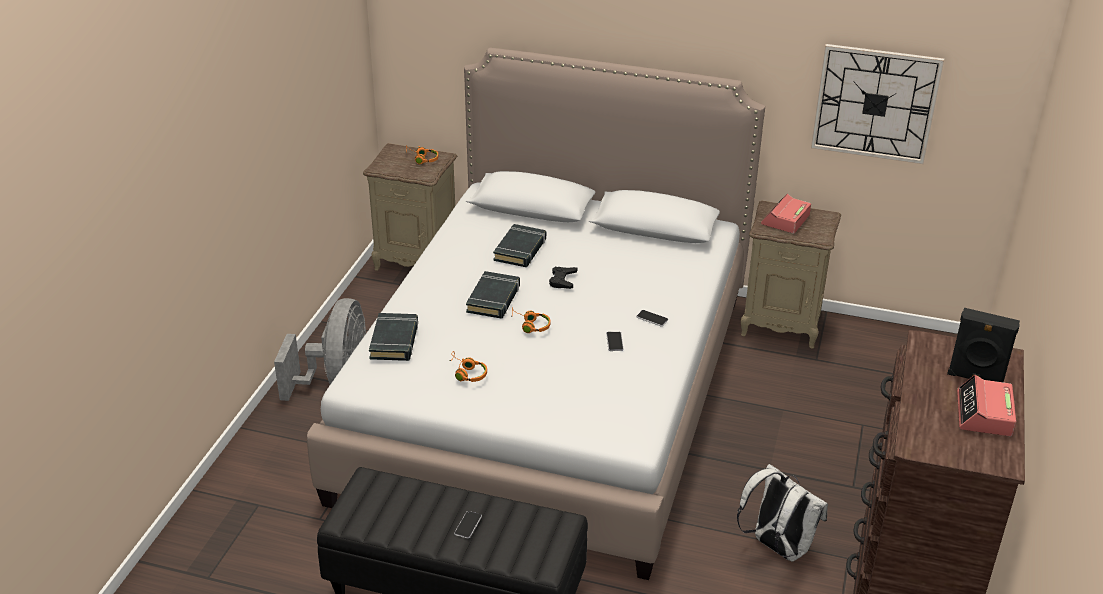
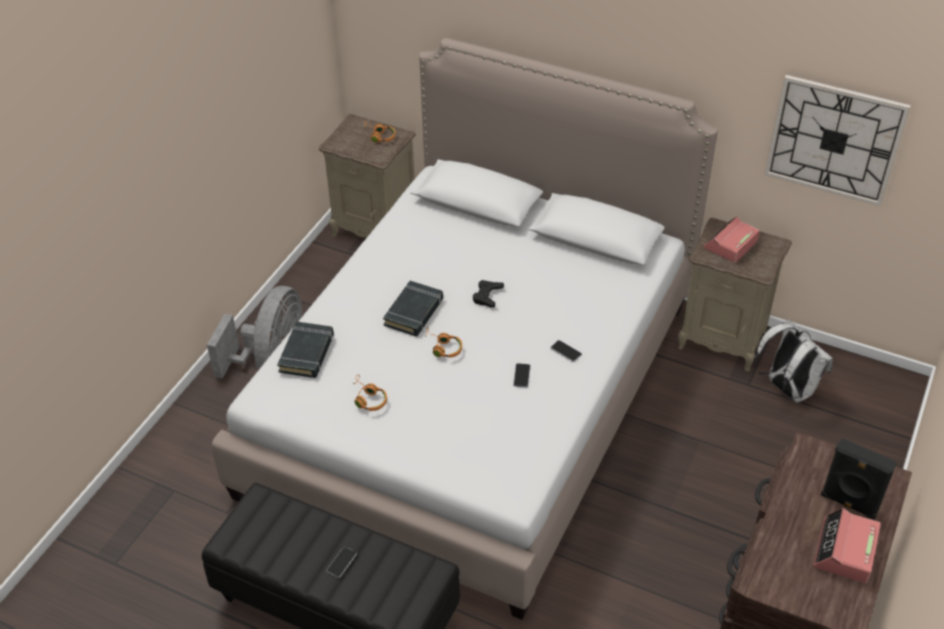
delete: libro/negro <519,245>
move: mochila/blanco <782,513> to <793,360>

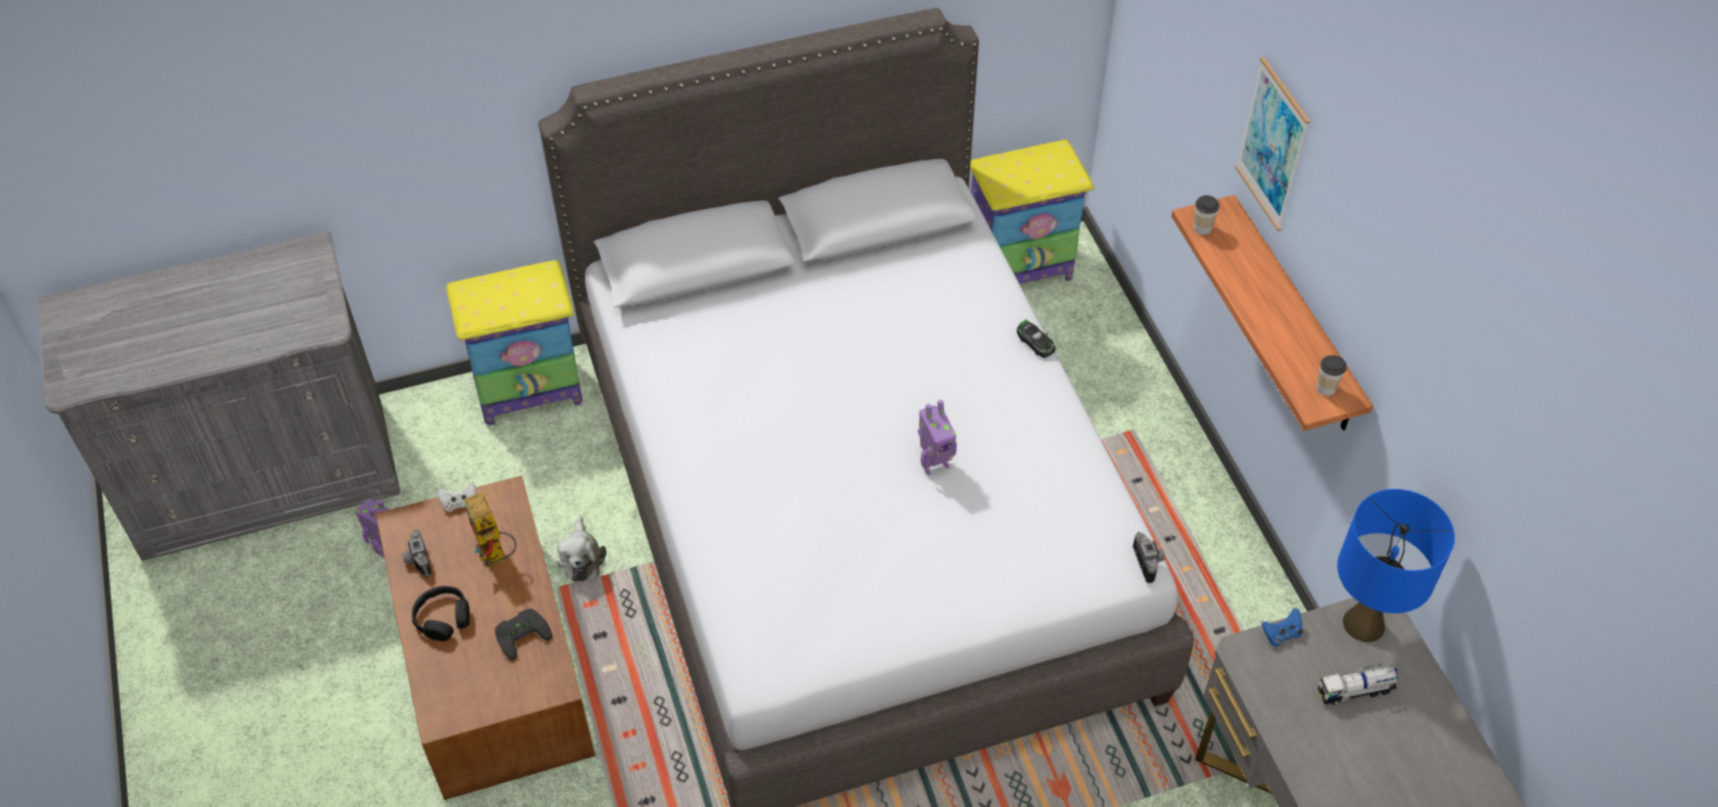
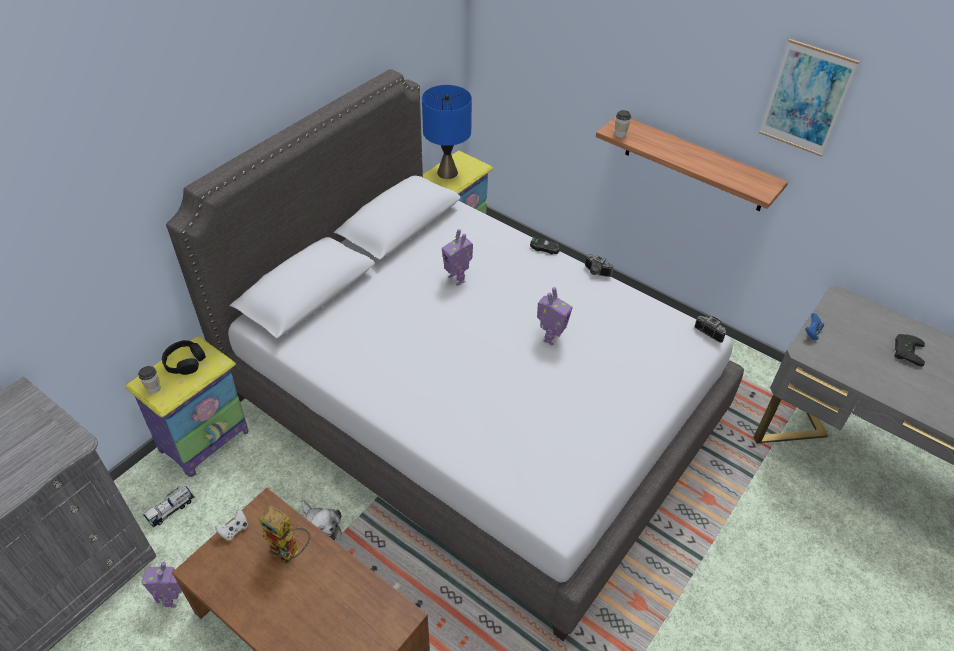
insert: robot de juguete <457,257>
move: taza <1331,375> to <149,380>; camión de juguete <1358,684> to <169,507>; auriculares/negro <441,613> to <184,357>; lámpara de mesa/azul <1396,565> to <447,132>; cámara <417,553> to <599,265>; cuadro <1272,144> to <809,98>; mando de consola/negro <523,634> to <910,350>

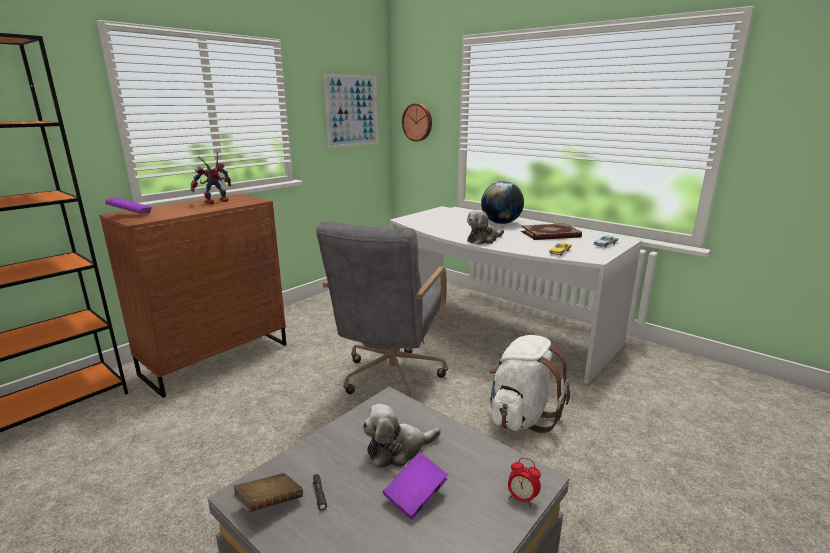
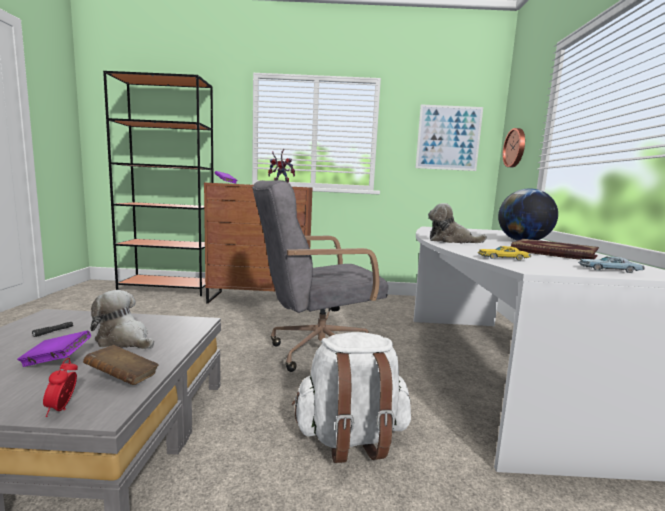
move: libro/marrón <268,492> to <121,365>

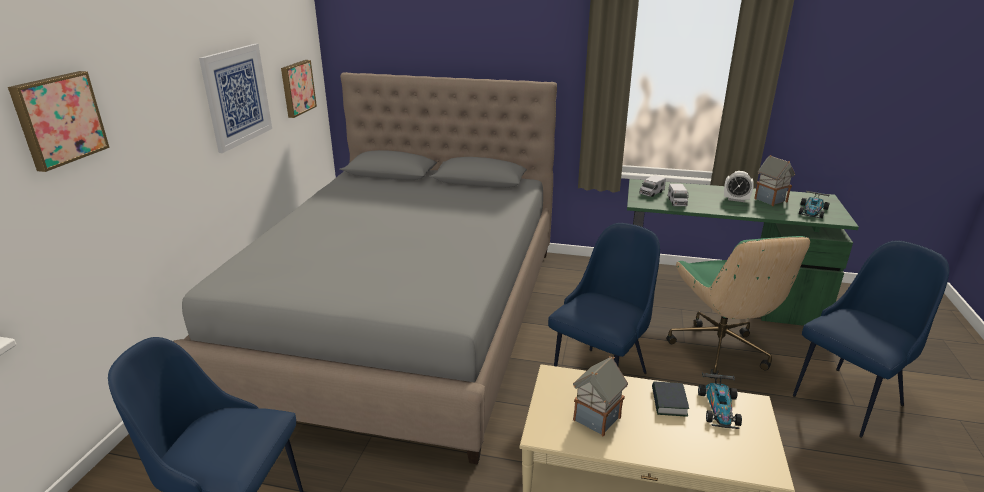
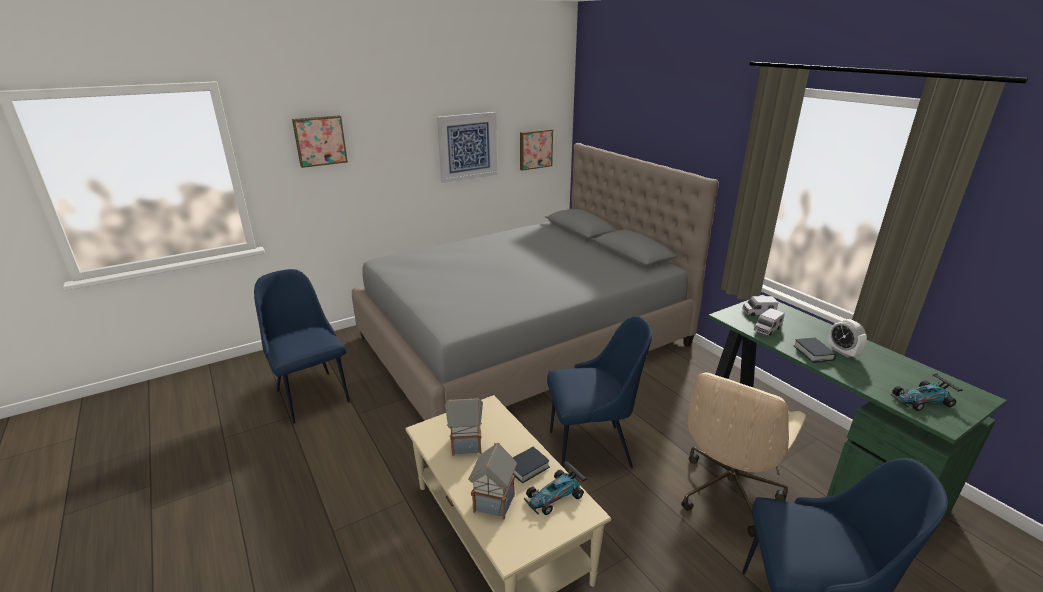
insert: libro <814,350>
move: casita <774,180> to <492,481>
recolor: silla de oficina/verde <738,308> to silla de oficina/beis <743,455>

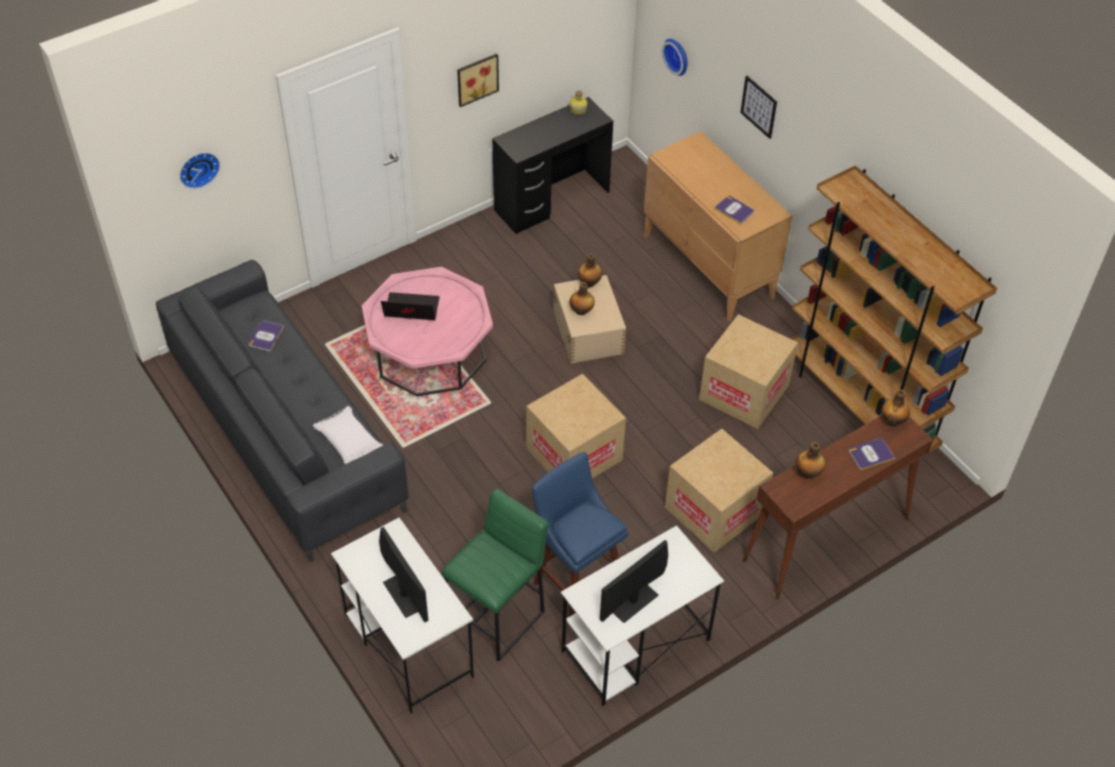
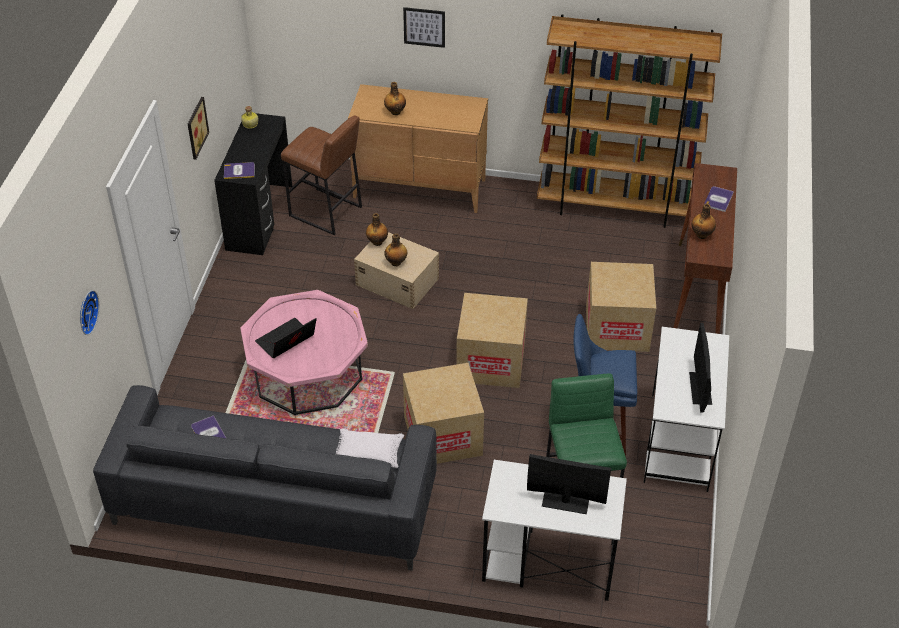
delete: reloj de pared <675,57>
insert: taburete/marrón <321,175>
move: libro <734,210> to <239,170>; botella <896,408> to <395,98>; caja de cartón <748,371> to <443,413>

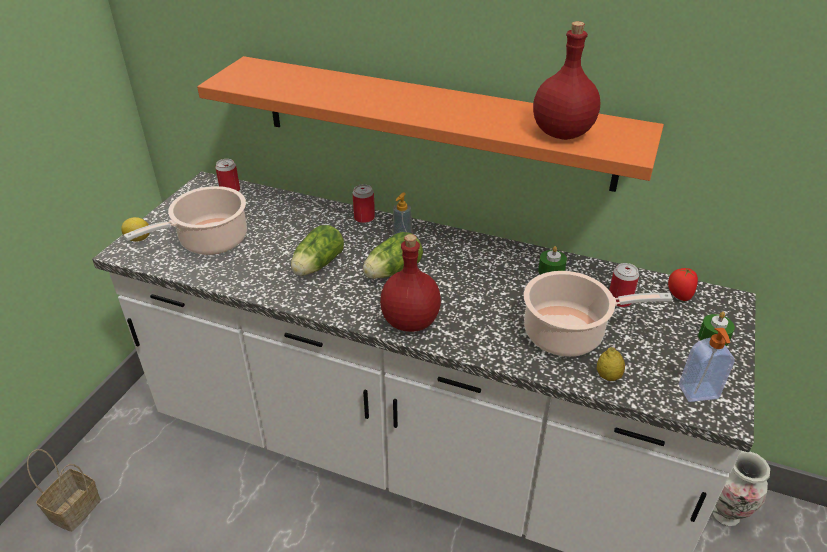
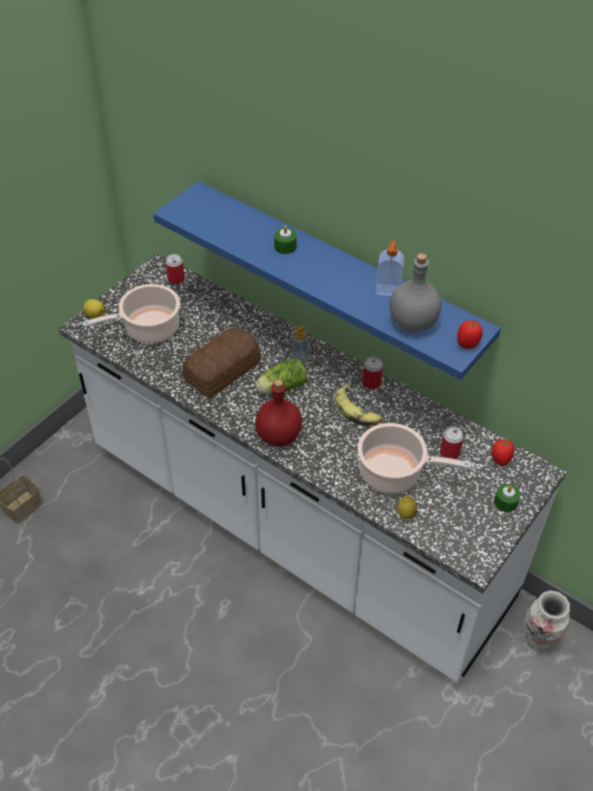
insert: plátano <358,404>; tomate <470,334>
move: vela/verde <552,260> to <285,239>; lata <364,203> to <373,373>; dispensador de jabón <707,365> to <389,268>
replace: lechuga <317,250> to pan <221,362>
recolor: estante/naranja <430,124> to estante/azul <327,280>; botella/rojo <566,80> to botella/gris <415,292>

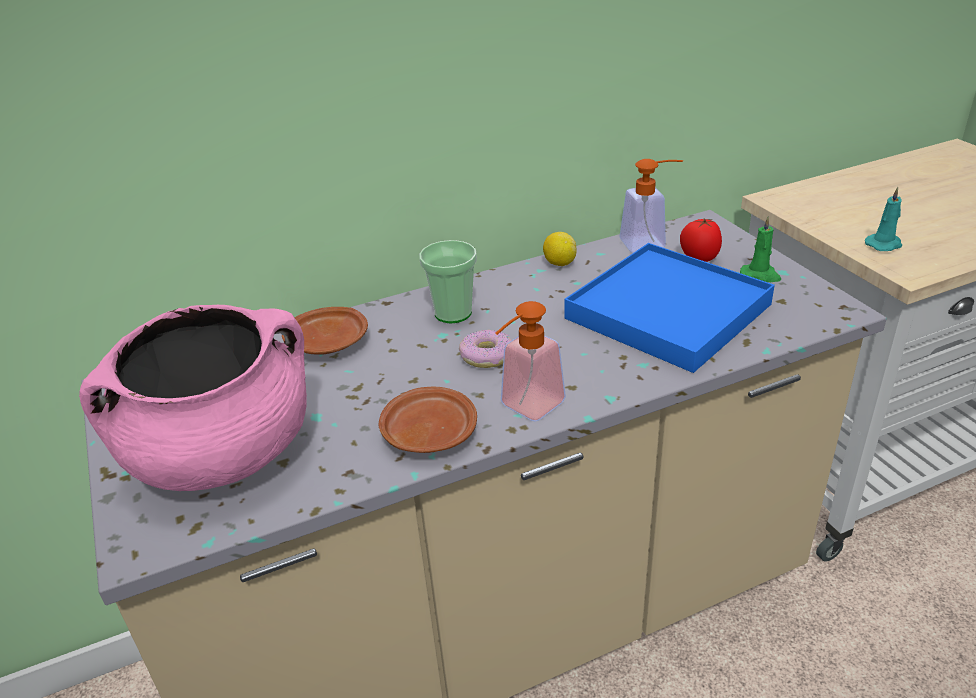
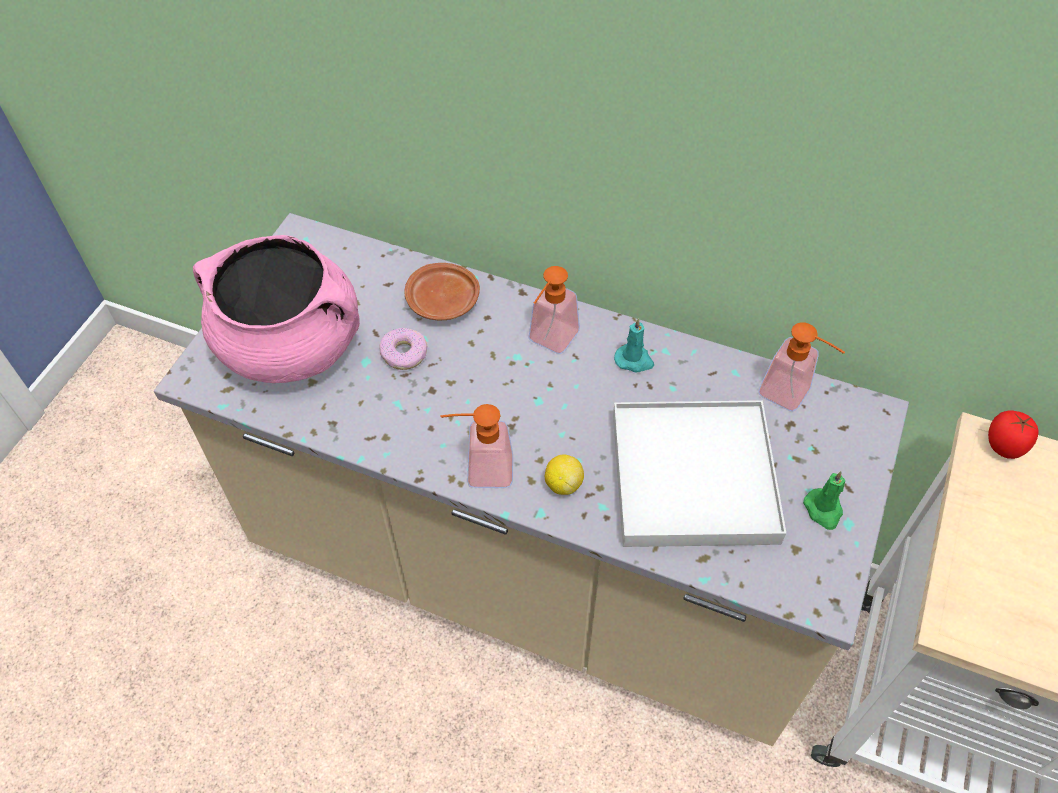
delete: plato/marrón <428,420>
move: rosquilla <485,349> to <403,349>; limón <559,249> to <564,475>; vela/turquesa <883,219> to <634,345>; tomate <701,240> to <1013,434>
replace: taza <448,282> to dispensador de jabón <554,310>
recolor: bandeja/azul <669,308> to bandeja/blanco <699,473>

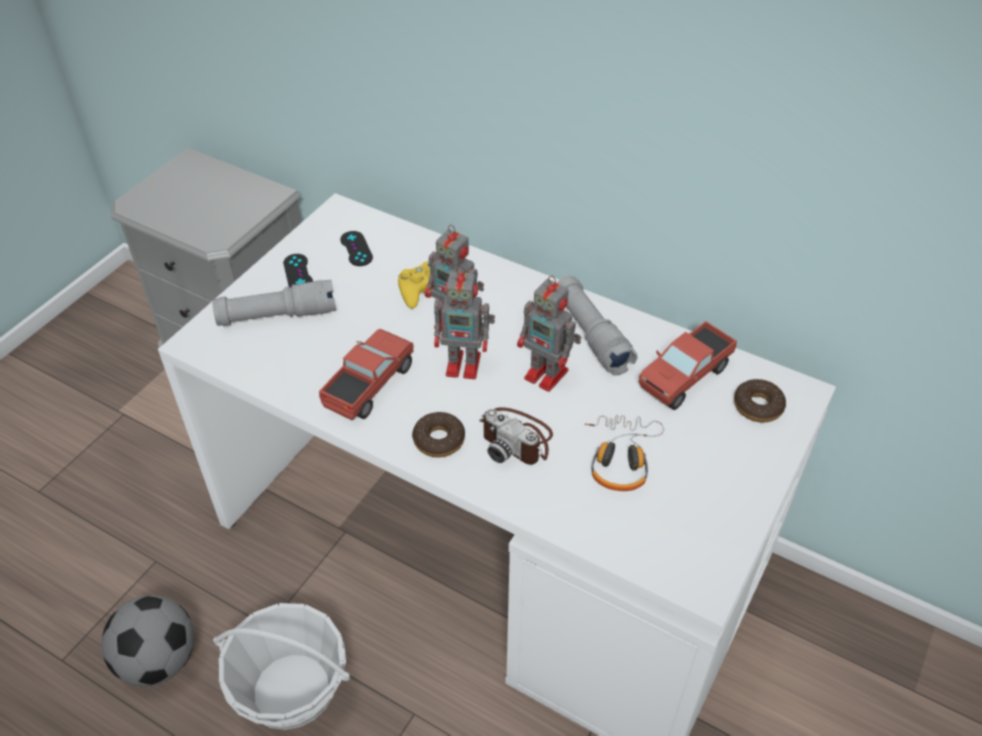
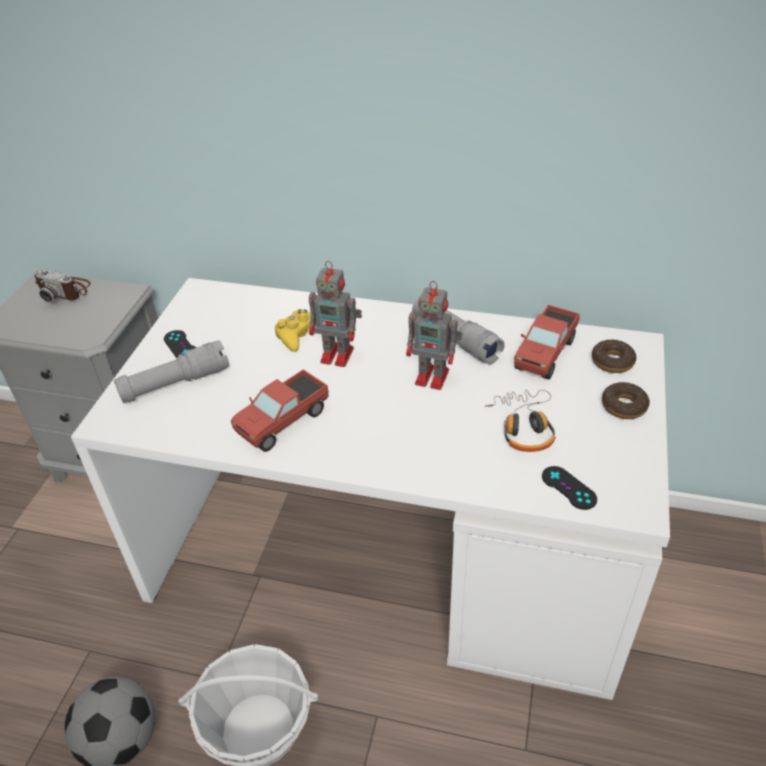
delete: robot de juguete <464,322>
move: cámara <516,436> to <63,286>; mando de consola/negro <356,248> to <569,488>; rosquilla <438,434> to <626,400>
rotate: camión de juguete <366,374> = <280,410> 150 degrees counterclockwise

